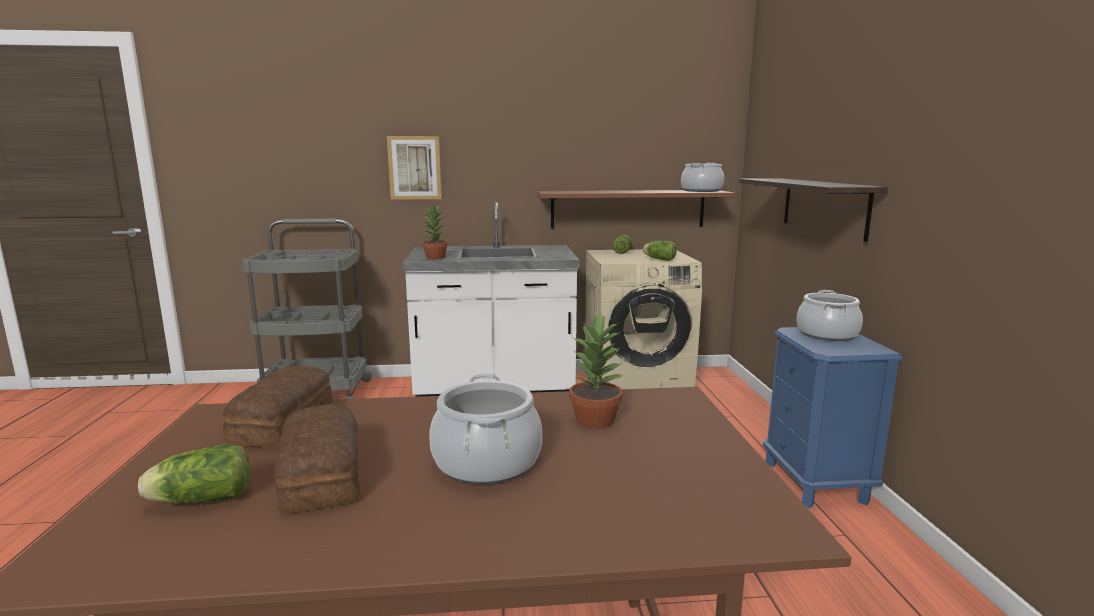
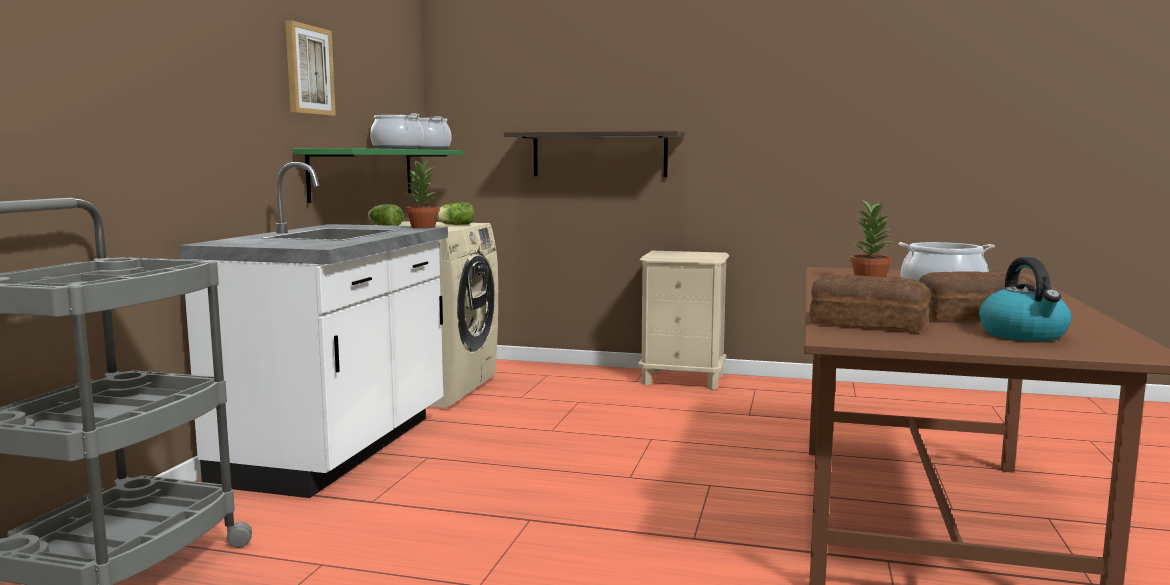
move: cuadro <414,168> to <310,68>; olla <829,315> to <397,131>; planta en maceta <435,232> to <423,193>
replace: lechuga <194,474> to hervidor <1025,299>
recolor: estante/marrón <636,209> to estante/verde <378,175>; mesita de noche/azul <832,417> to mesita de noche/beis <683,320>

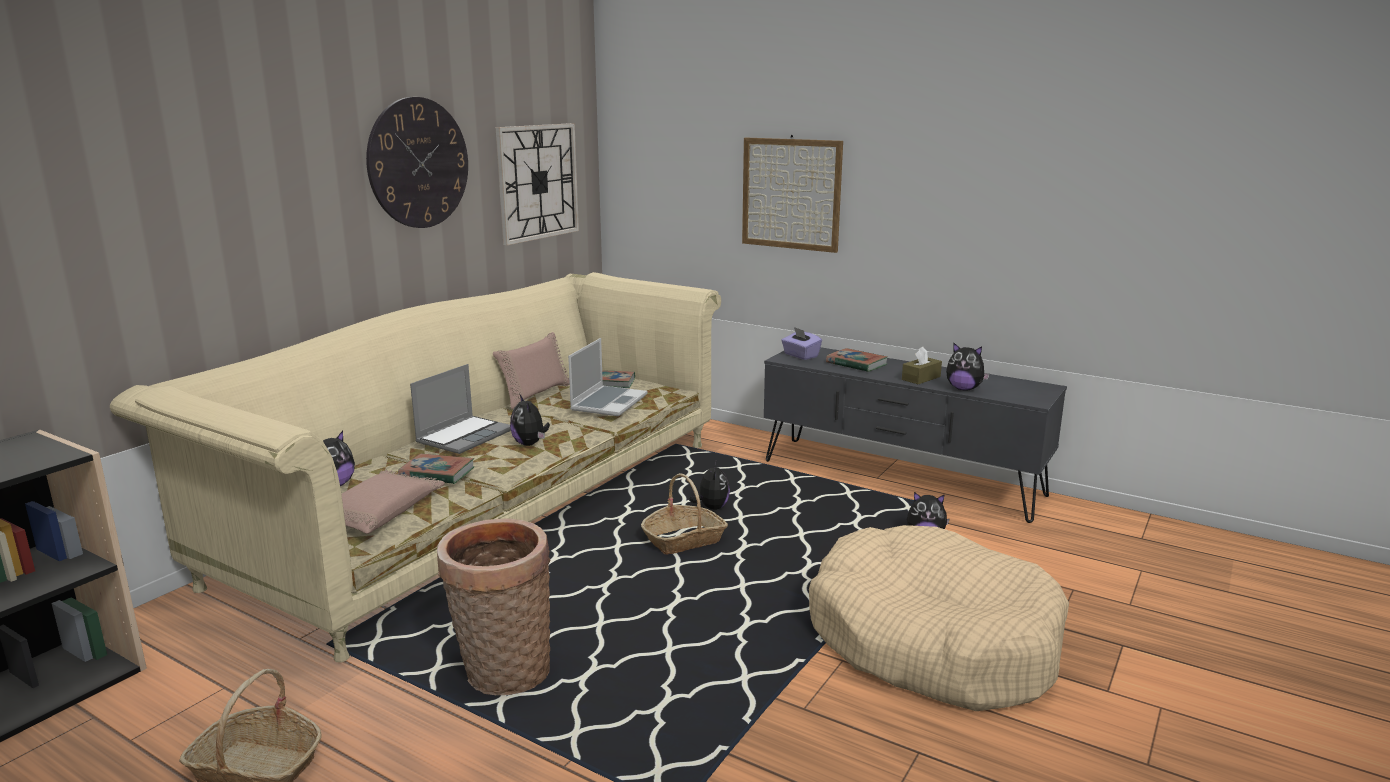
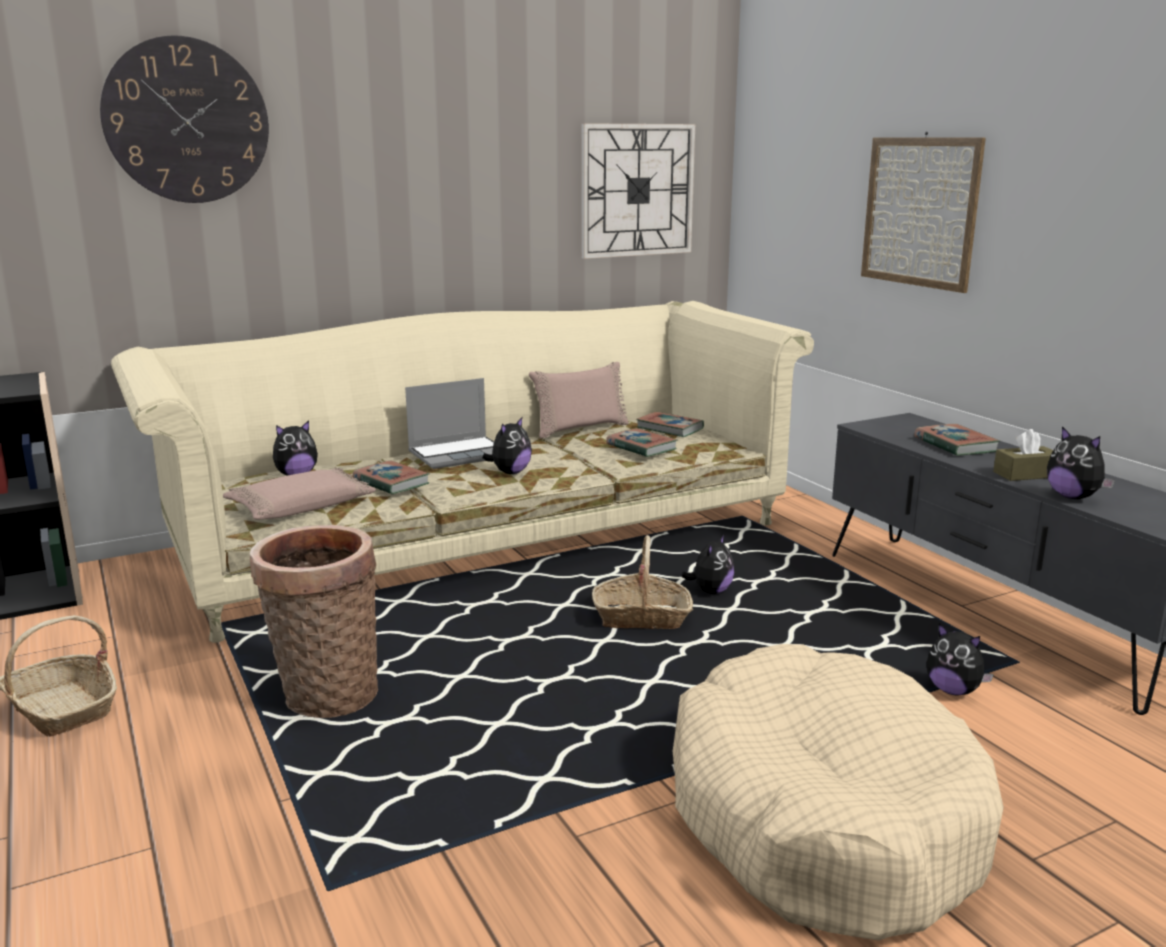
delete: caja de pañuelos/morado <801,343>
move: reloj de pared <417,162> to <184,119>
replace: portátil <607,377> to libro <641,442>
rotate: peluche <530,420> = <507,445> 150 degrees counterclockwise

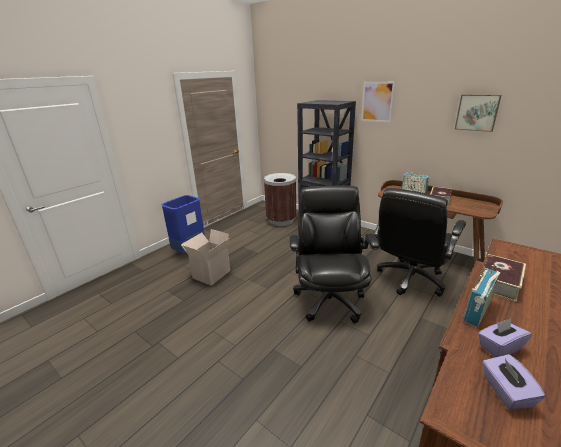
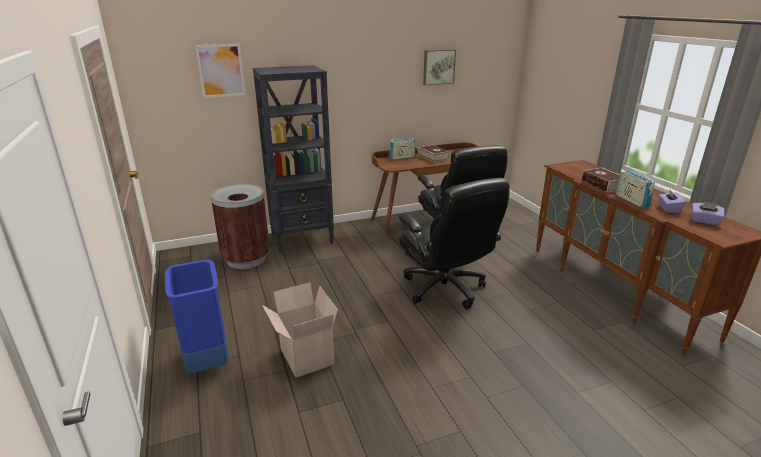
move: cuadro <378,102> to <220,71>
rotate: silla de oficina/negro <334,254> = <454,243> 150 degrees counterclockwise

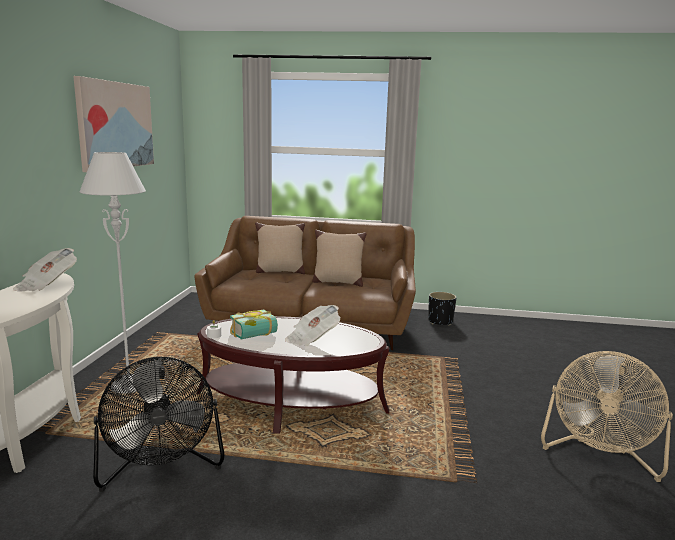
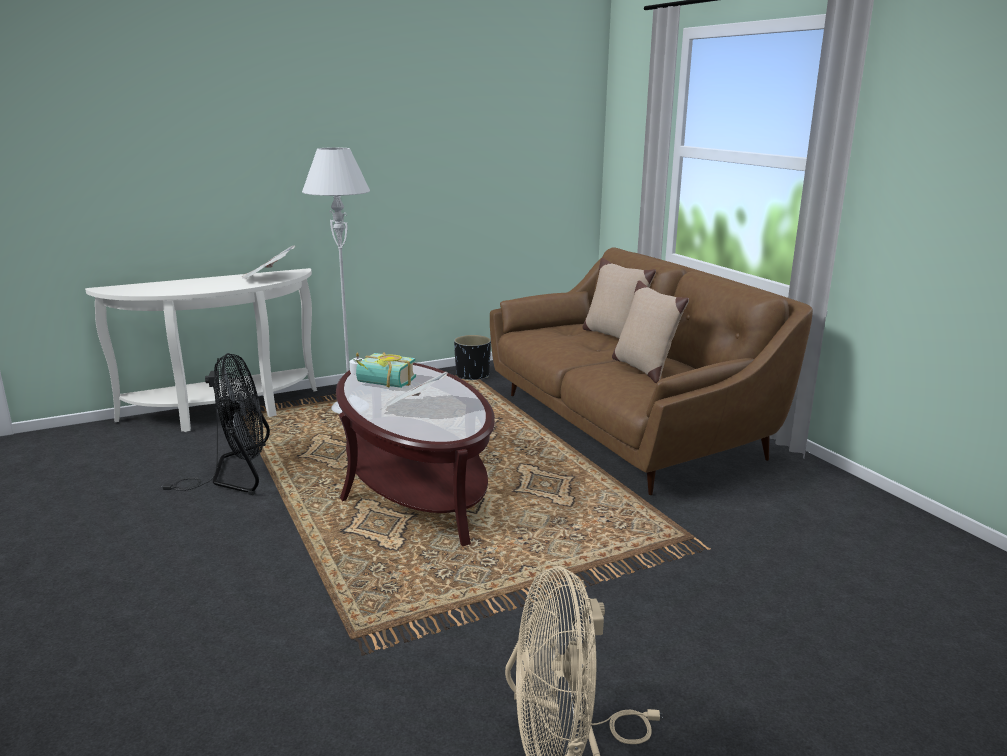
delete: cuadro <113,124>
move: maceta/negro <442,309> to <472,357>
rotate: ventilador/negro <158,424> = <215,424> 135 degrees counterclockwise

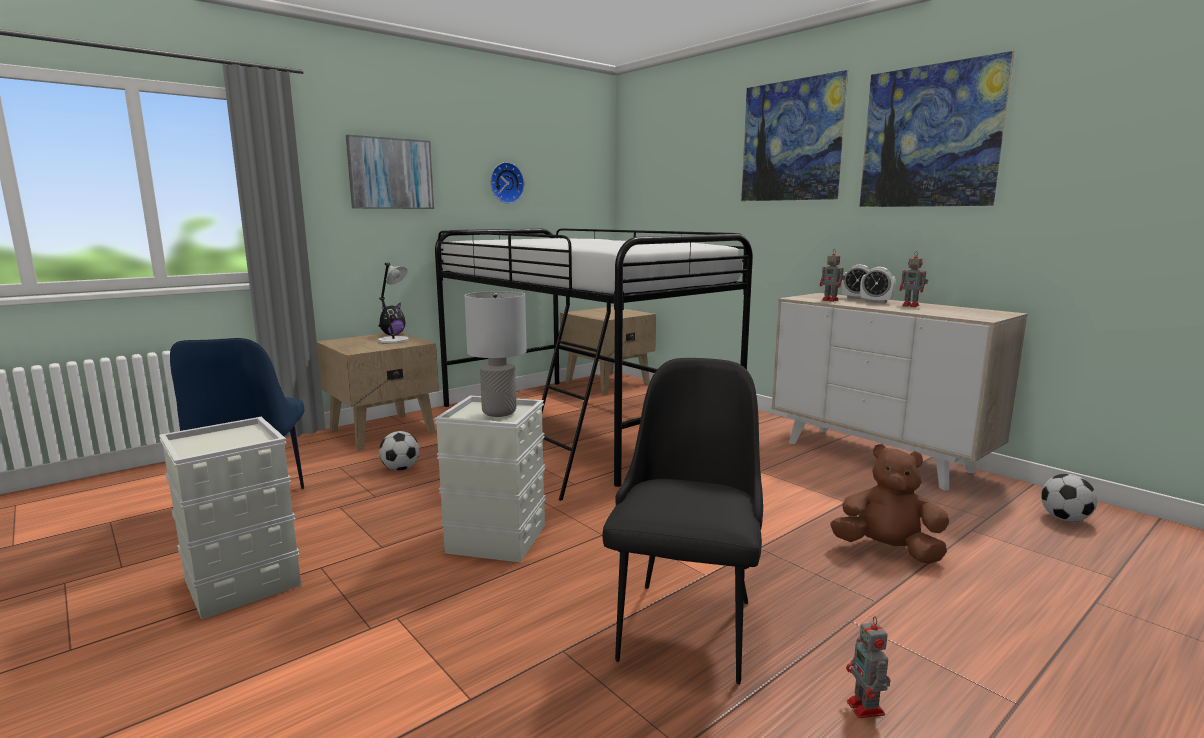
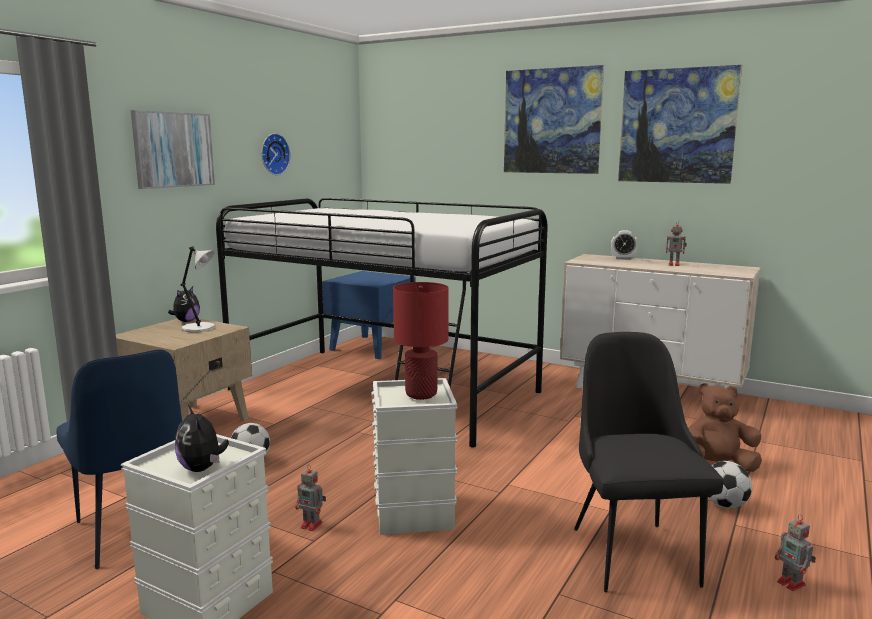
delete: despertador <878,285>
insert: peluche <202,438>
move: robot de juguete <832,277> to <310,498>; balón de fútbol <1069,498> to <730,484>
recolor: mesita de noche/beis <608,351> to mesita de noche/azul <369,315>; lámpara de mesa/gris <495,354> to lámpara de mesa/rojo <421,341>

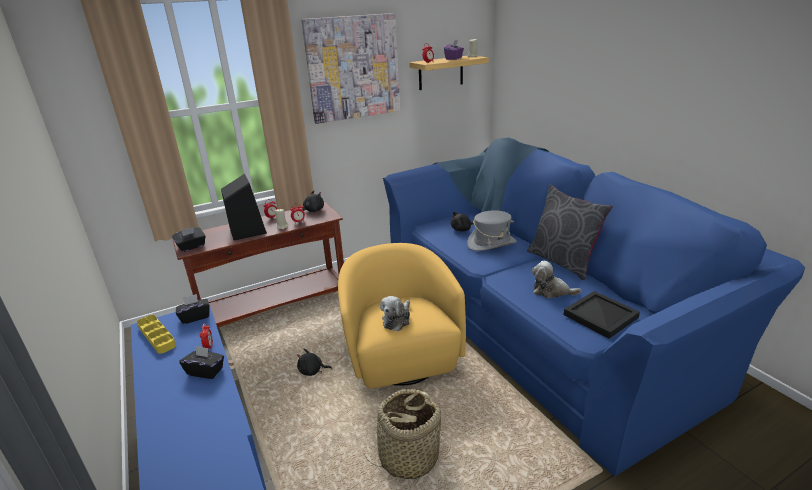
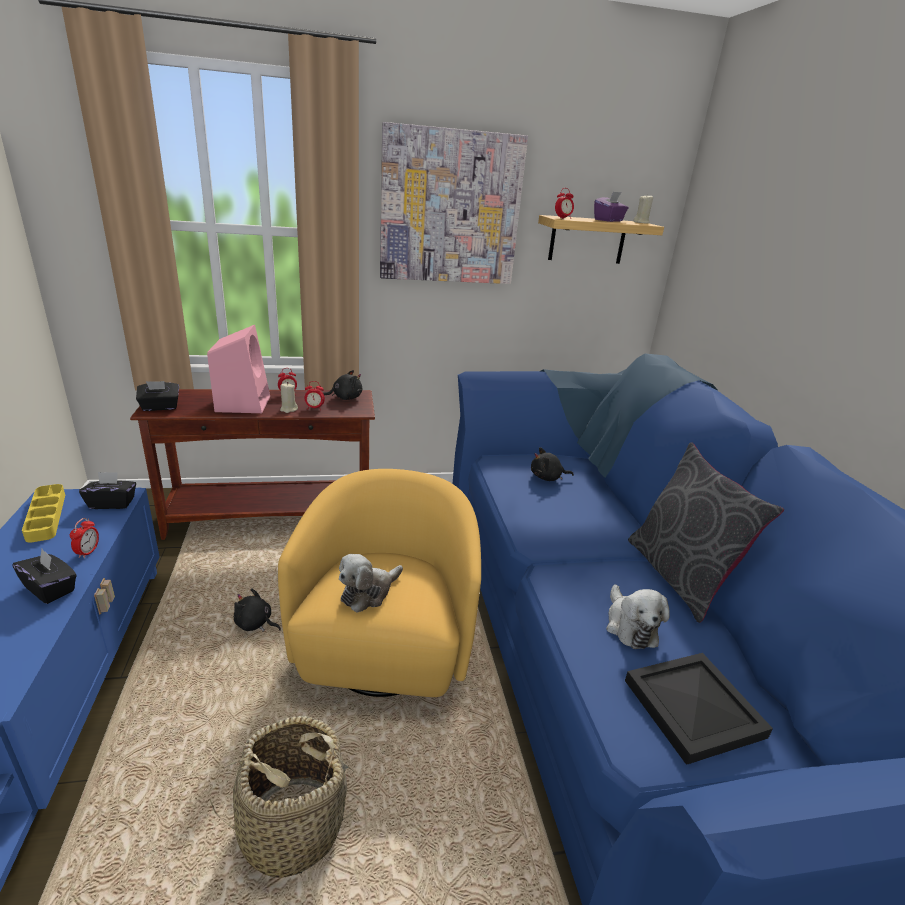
delete: sombrero/gris <492,230>
recolor: altavoz/negro <244,207> to altavoz/rosa <238,369>
rotate: peluche <556,279> = <638,616> 135 degrees counterclockwise

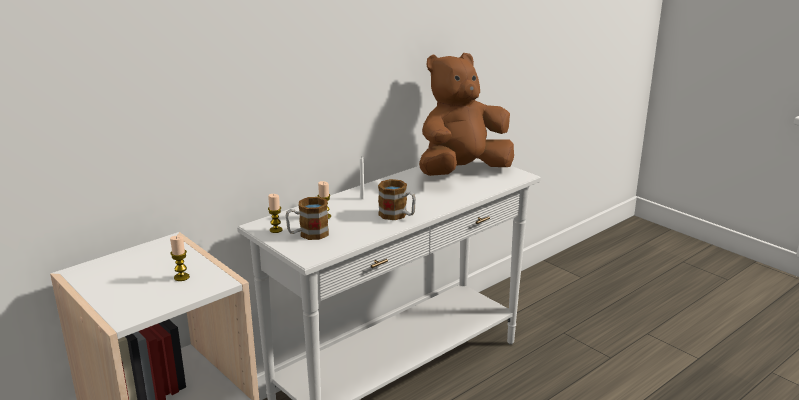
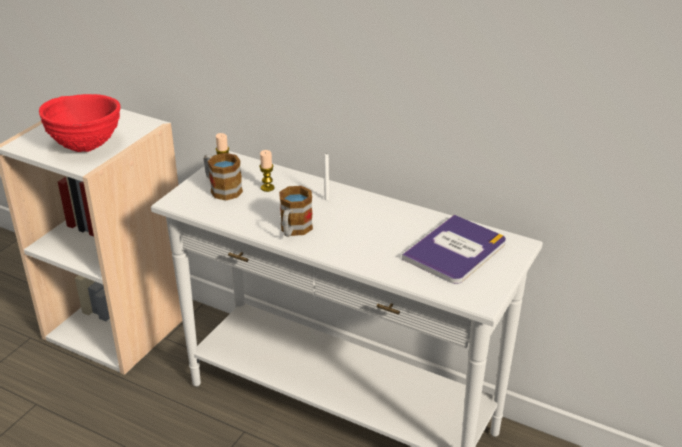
replace: vela <180,258> to cuenco/rojo <79,123>; peluche/marrón <466,114> to libro <454,249>

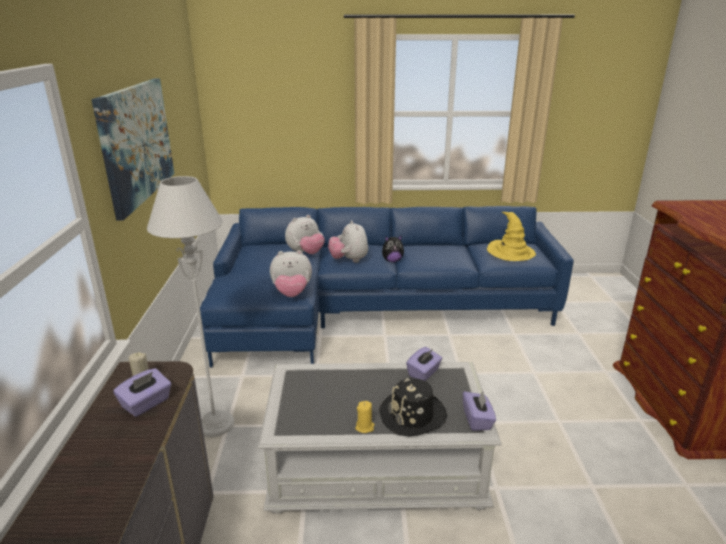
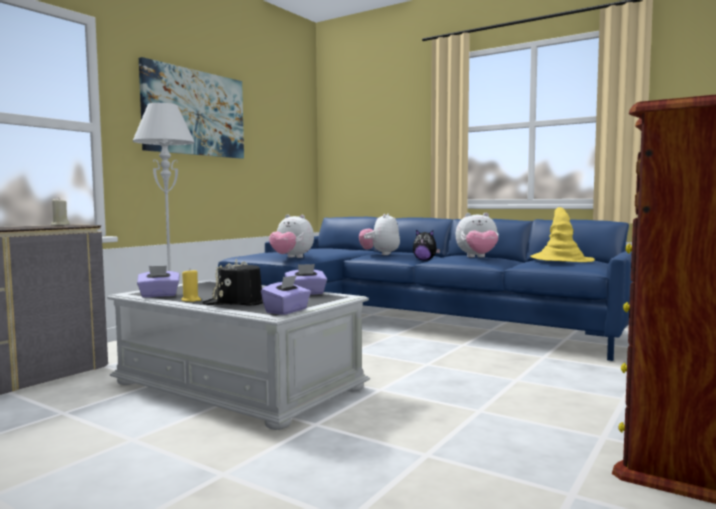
move: caja de pañuelos/morado <142,392> to <158,281>; peluche <305,234> to <477,235>

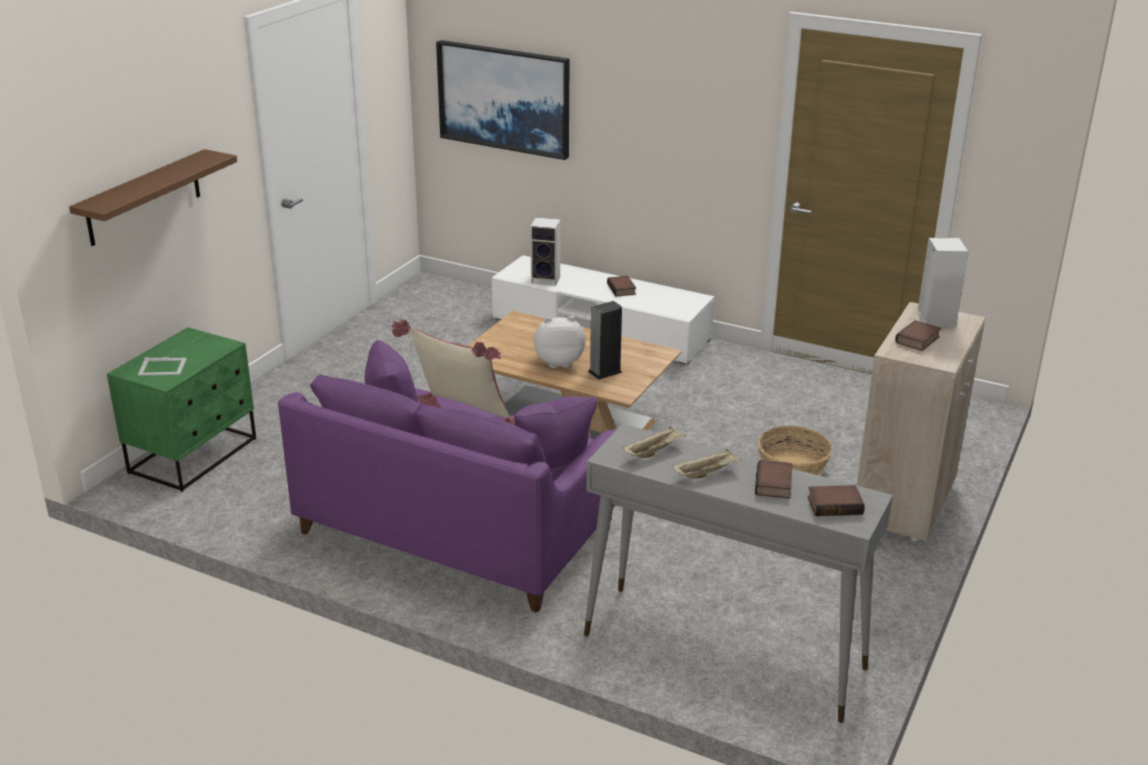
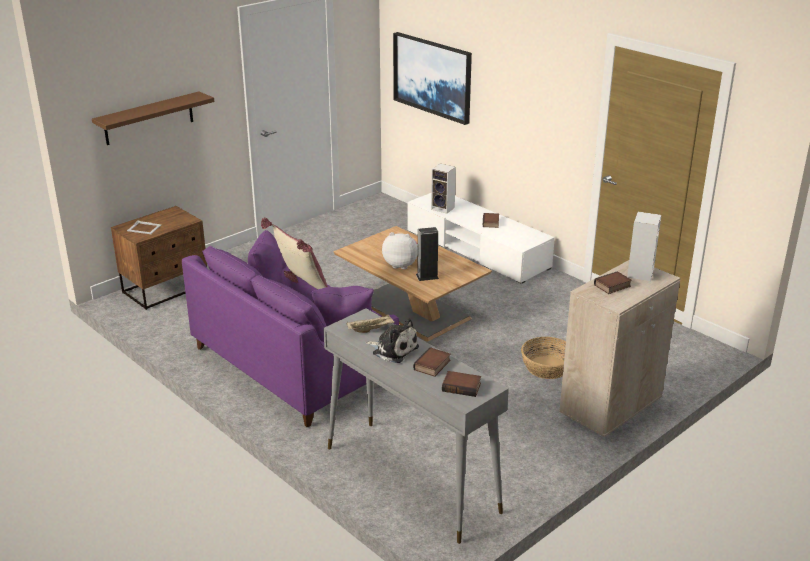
replace: bandeja/beis <707,464> to peluche <392,340>
recolor: mesita de noche/verde <181,409> to mesita de noche/marrón <159,258>

